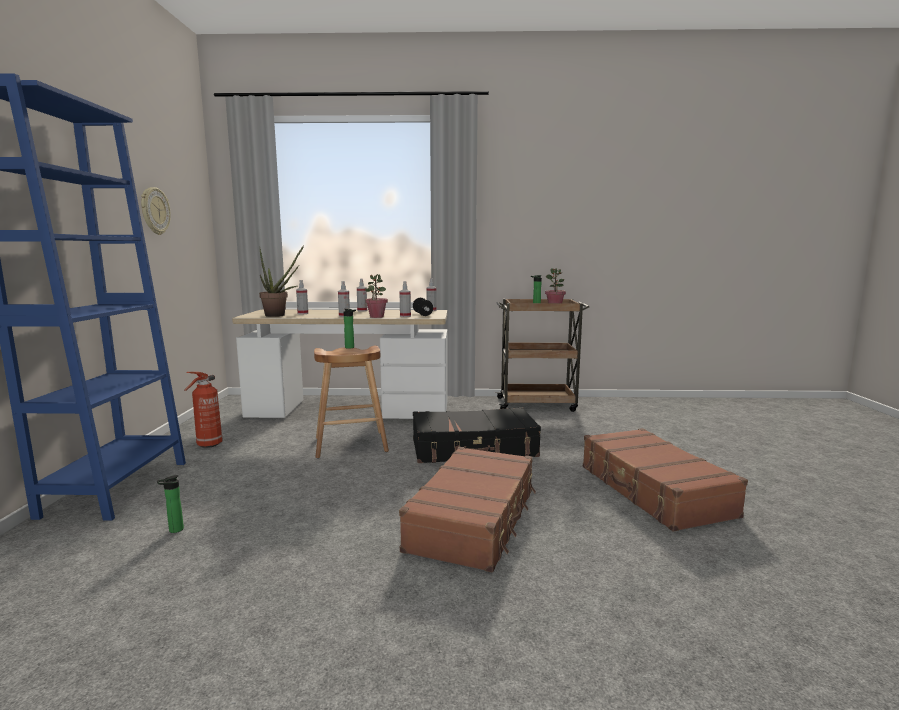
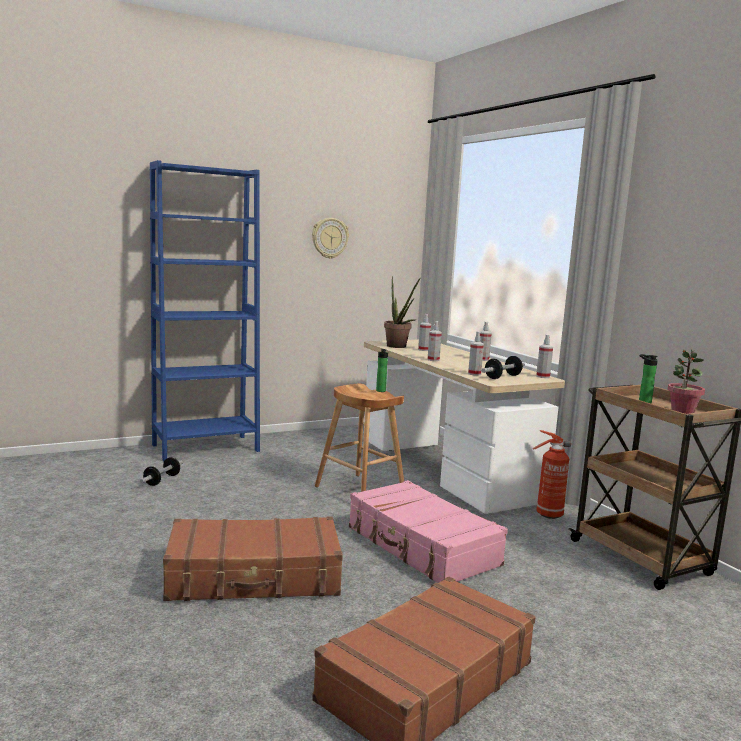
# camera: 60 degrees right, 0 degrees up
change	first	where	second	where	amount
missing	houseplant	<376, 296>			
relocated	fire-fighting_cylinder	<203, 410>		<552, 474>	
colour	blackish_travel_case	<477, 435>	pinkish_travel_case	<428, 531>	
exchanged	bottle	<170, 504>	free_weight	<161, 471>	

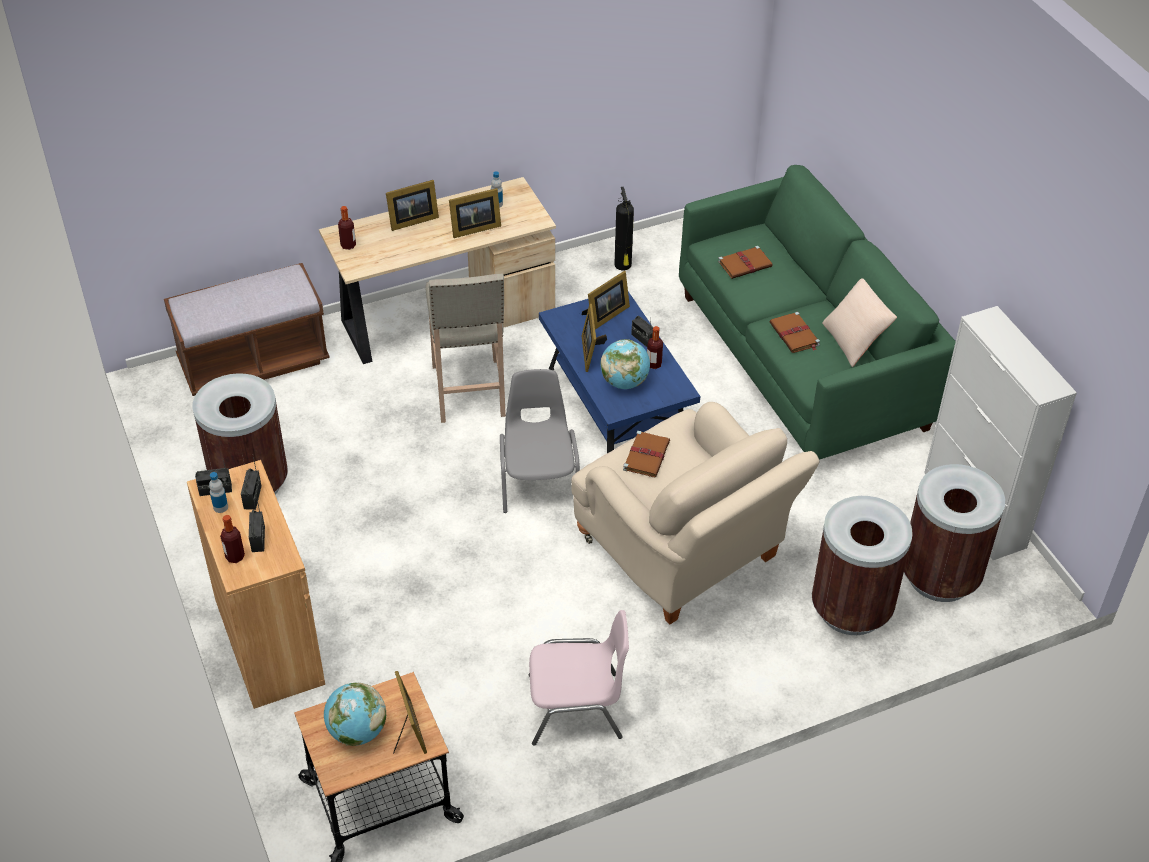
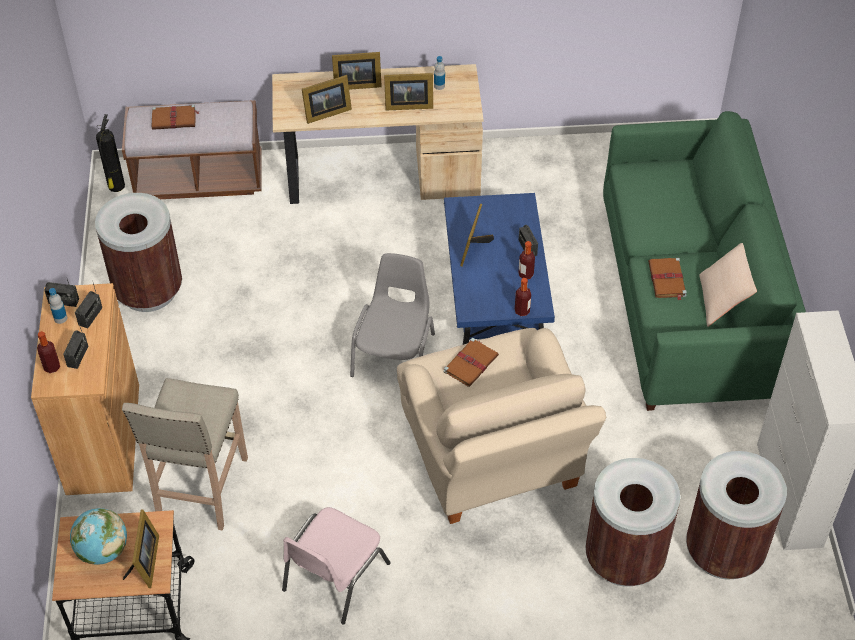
# camera: 20 degrees right, 5 degrees up
change	first	where	second	where	amount
relocated	fire-fighting_cylinder	<624, 228>		<110, 153>	
relocated	bottle	<347, 228>		<523, 297>	
relocated	brownish_book	<745, 262>		<175, 117>	
relocated	photo_frame	<606, 300>		<327, 99>	
relocated	sand-coloured_stool_seat	<465, 348>		<185, 454>	
missing	world_globe	<625, 364>			
spun	pinkish_plain_chair	<579, 678>		<336, 565>	105 degrees clockwise

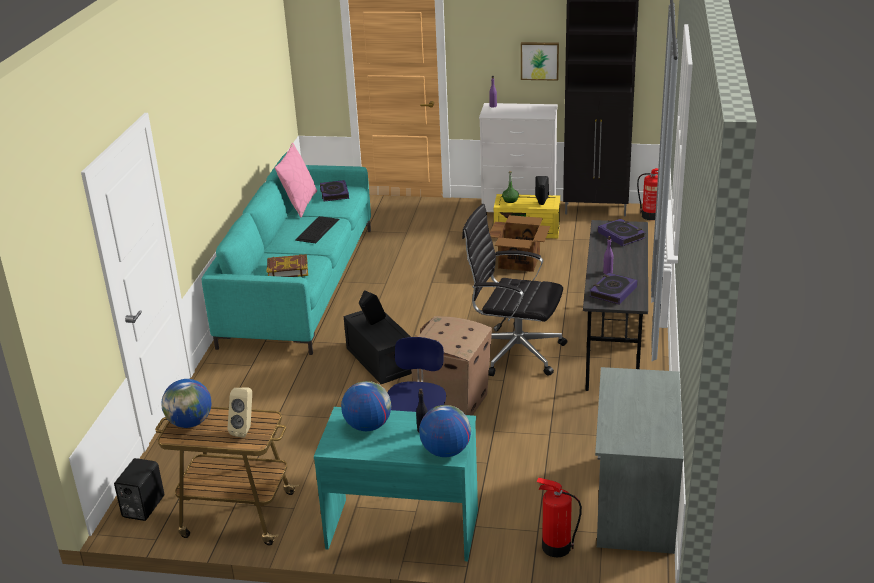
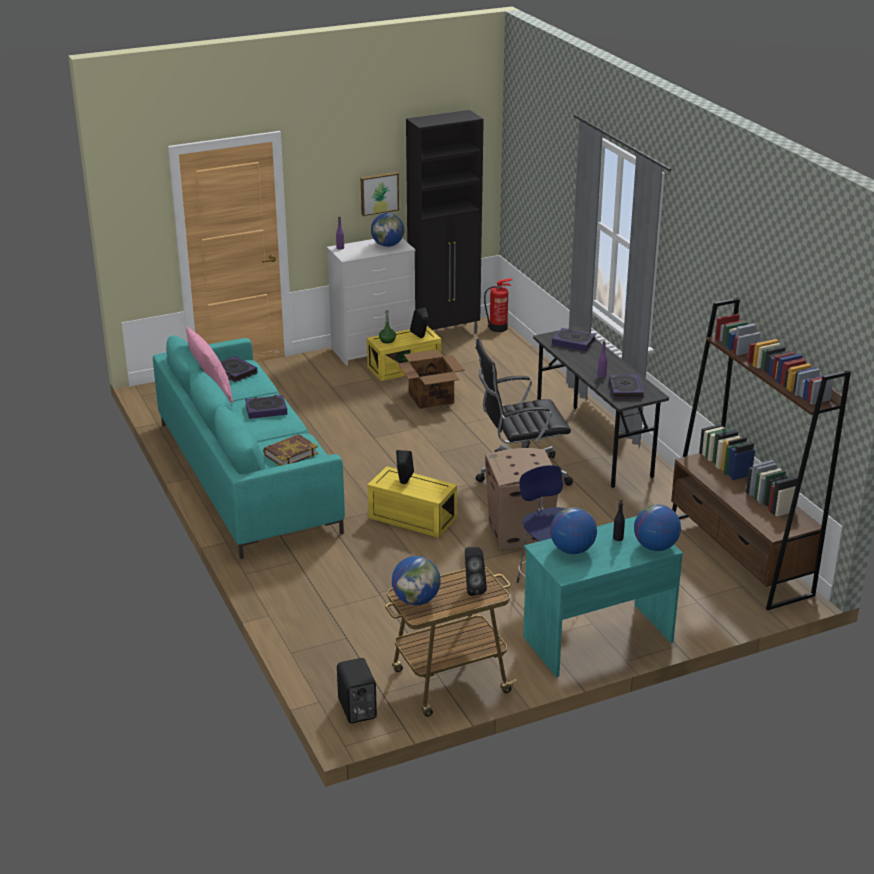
# camera: 35 degrees left, 0 degrees up
change	first	where	second	where	amount
exchanged	keyboard	<317, 229>	book	<266, 407>	
colour	blackish_storage_bin	<378, 347>	yellowish_storage_bin	<412, 502>	
exchanged	grey_desk_unit	<639, 460>	brownish_bookcase	<761, 454>	
colour	sand-coloured_speaker	<239, 412>	blackish_speaker	<476, 571>	
missing	fire-fighting_cylinder	<559, 517>			
appeared			world_globe	<387, 230>	

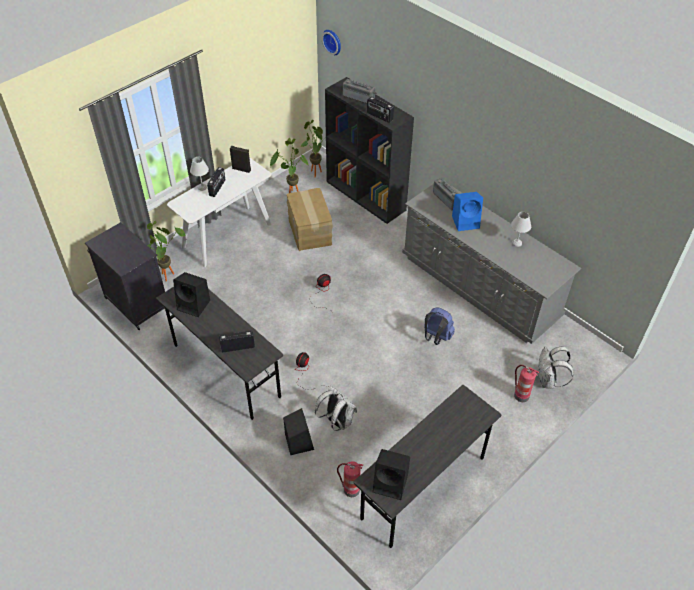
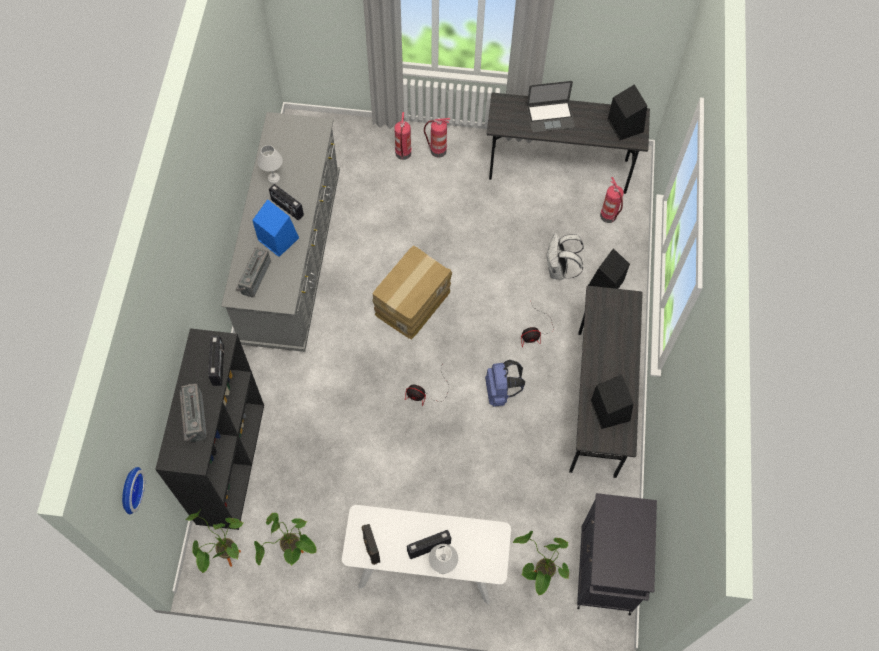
# camera: 130 degrees left, 15 degrees up
change	first	where	second	where	amount
relocated	packing_box	<310, 219>		<412, 292>	
relocated	blue-coloured_knapsack	<439, 326>		<505, 383>	
relocated	radio	<237, 341>		<286, 202>	
missing	white-coloured_knapsack	<556, 368>			
appeared			notebook_computer	<551, 106>	
appeared			fire-fighting_cylinder	<437, 137>	

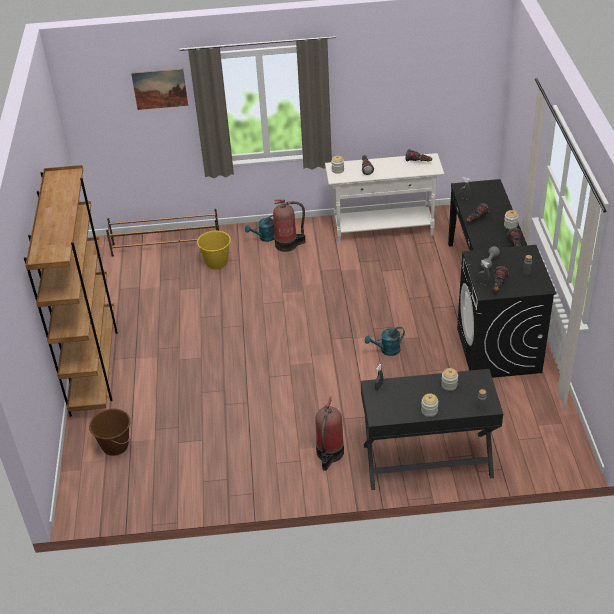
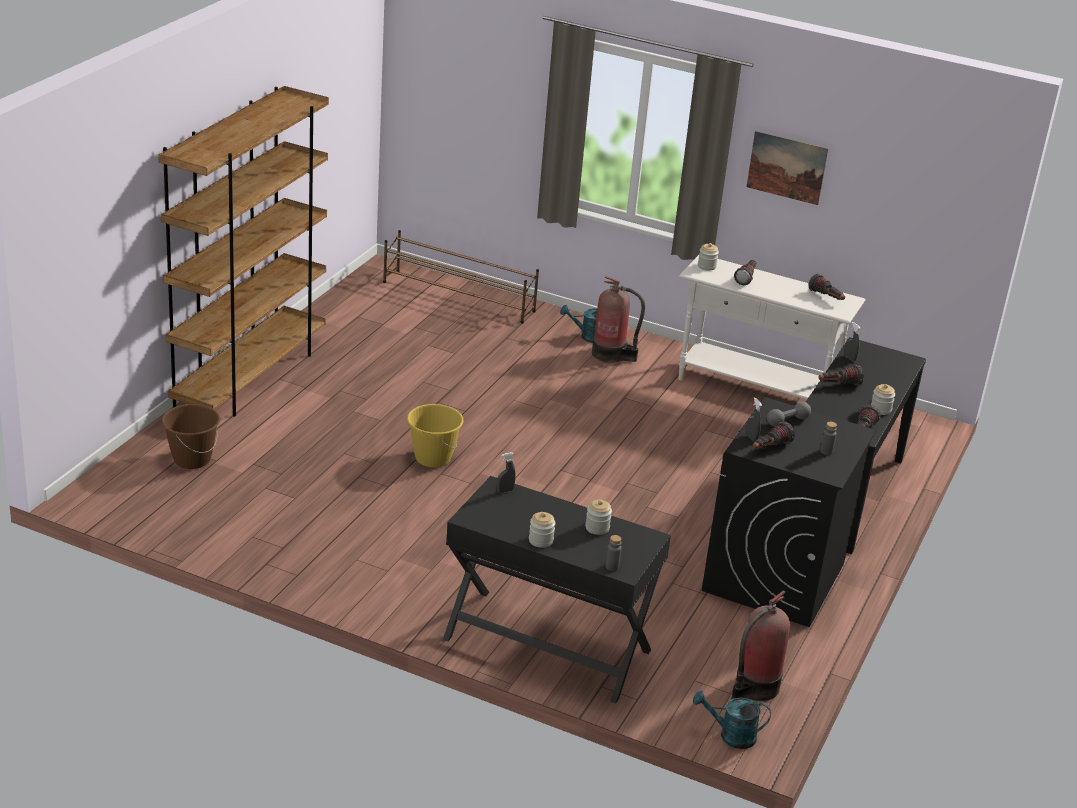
# camera: 25 degrees right, 10 degrees down
change	first	where	second	where	amount
relocated	wall_picture	<159, 89>		<787, 168>	
relocated	yellowish_water_bucket	<214, 250>		<435, 436>	
relocated	turquoise_watering_pot	<385, 341>		<732, 720>	
relocated	fire-fighting_cylinder	<329, 433>		<760, 645>	

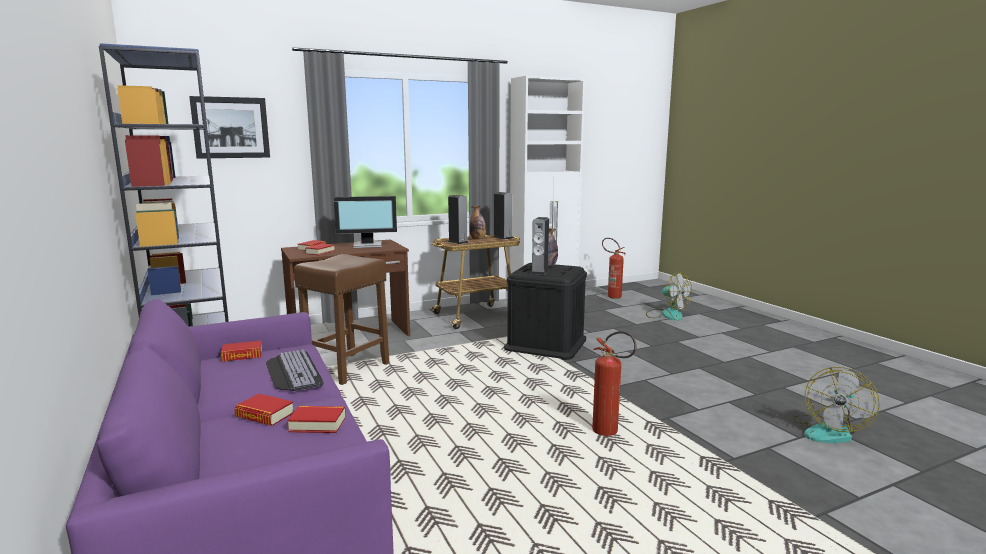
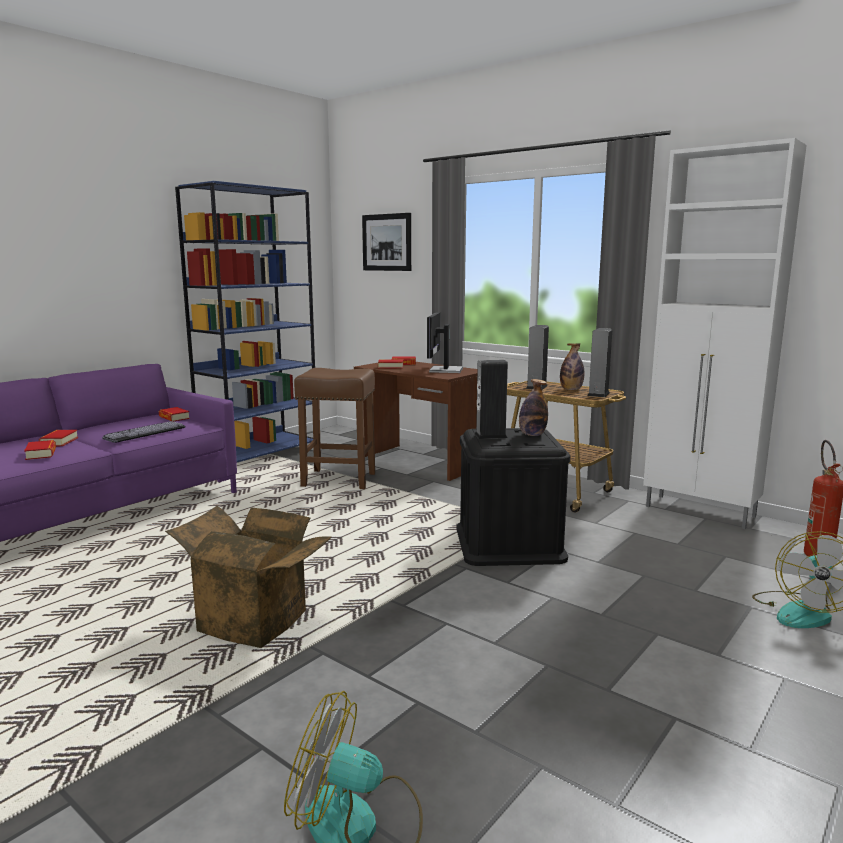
# camera: 65 degrees right, 0 degrees up
change	first	where	second	where	amount
spun	computer_screen	<365, 222>		<445, 342>	45 degrees clockwise
exchanged	fire-fighting_cylinder	<614, 383>	packing_box	<248, 576>	

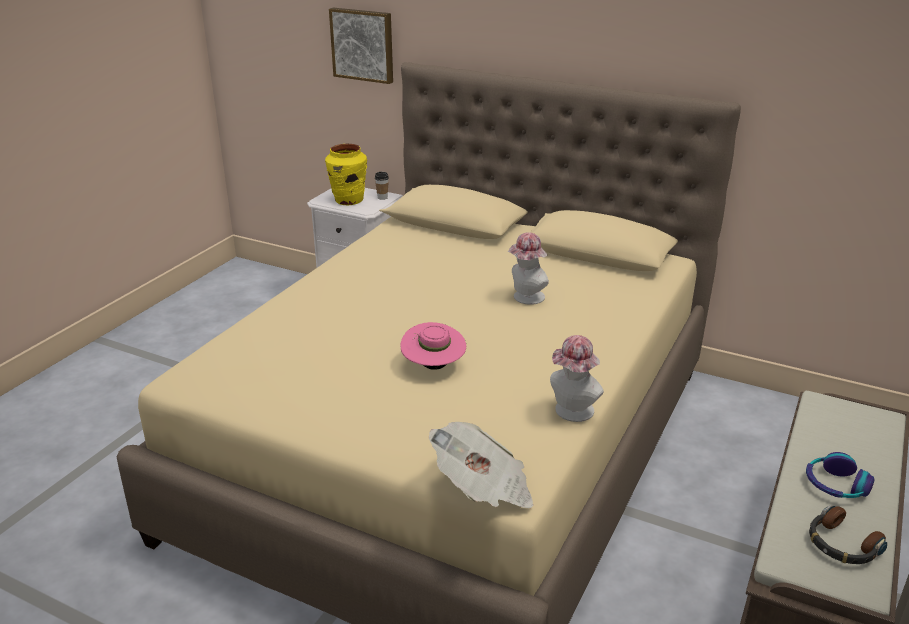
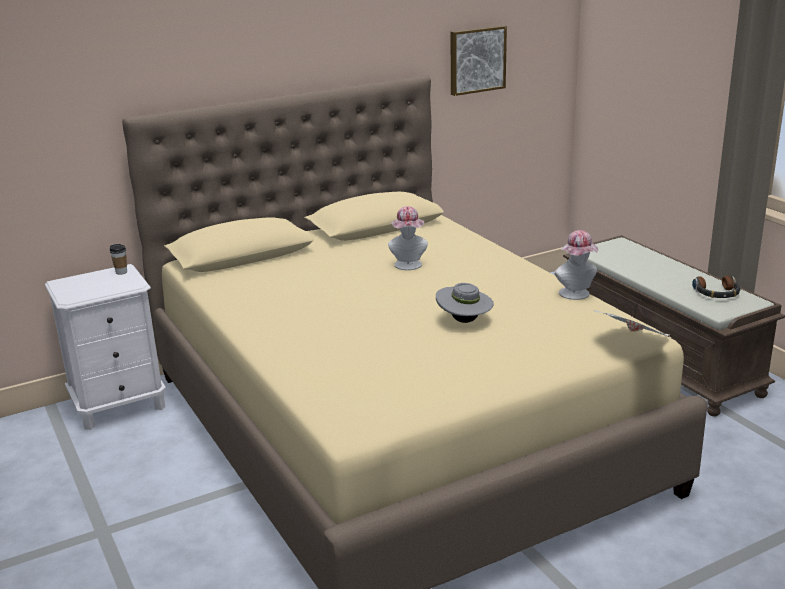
# camera: 55 degrees left, 5 degrees down
change	first	where	second	where	amount
relocated	wall_picture	<361, 46>		<479, 60>	
missing	yellowish_vase	<346, 174>			
colour	pinkish_clothing_hat	<433, 346>	grey_clothing_hat	<465, 303>	
missing	headphones	<840, 475>			

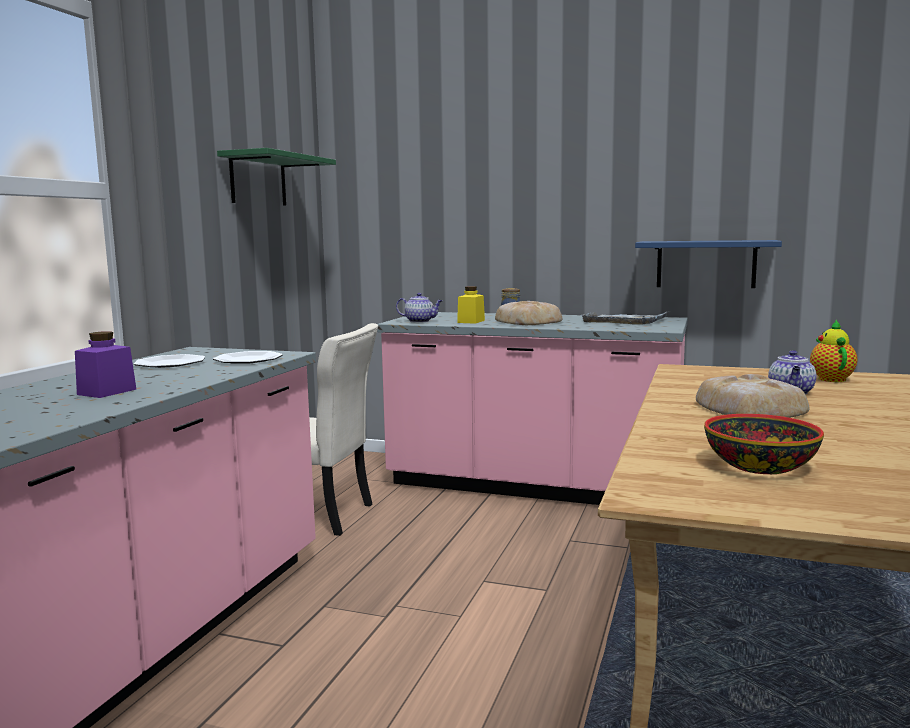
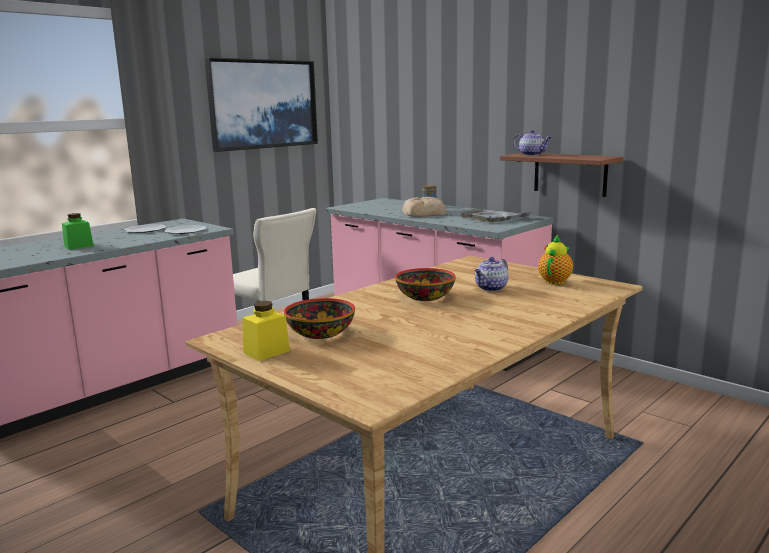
# camera: 25 degrees right, 5 degrees up
change	first	where	second	where	amount
exchanged	green_wall_shelf	<276, 177>	wall_picture	<261, 104>	
colour	blue-coloured_wall_shelf	<708, 264>	brownish_wall_shelf	<562, 175>	
relocated	yellowish_storage_jar	<471, 305>		<266, 331>	
relocated	tea_pot	<419, 308>		<532, 143>	
colour	purple-coloured_storage_jar	<106, 364>	green_storage_jar	<78, 231>	
exchanged	bread	<752, 396>	bowl	<425, 284>	

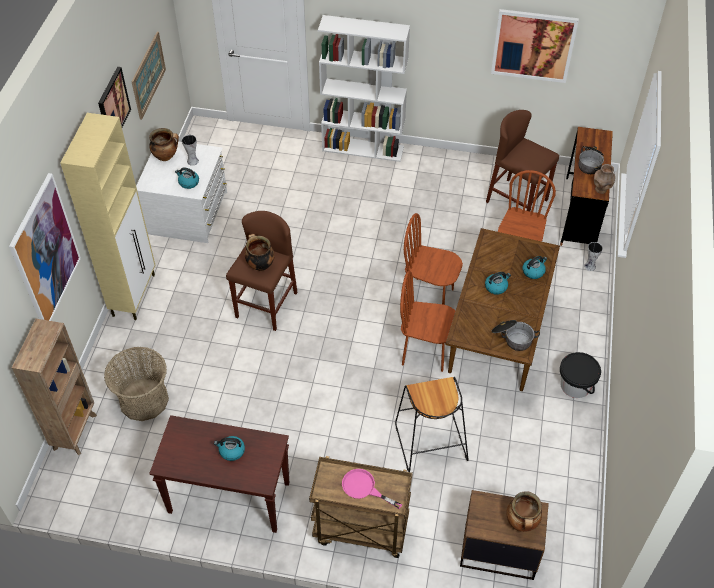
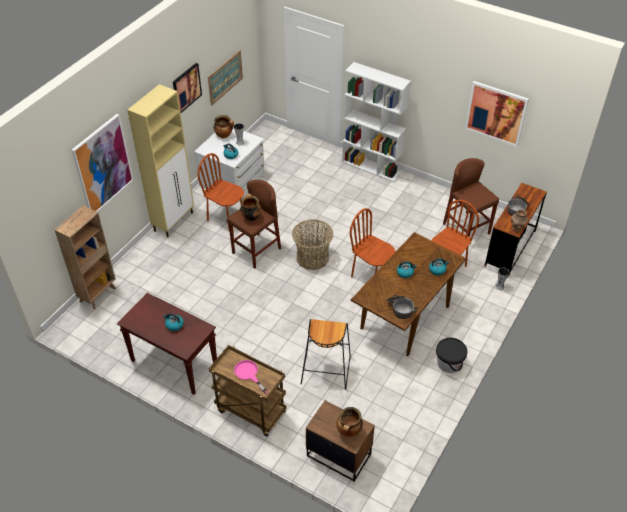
# camera: 20 degrees right, 5 degrees down
change	first	where	second	where	amount
relocated	brownish_plain_chair	<427, 321>		<221, 190>	
relocated	basket	<136, 383>		<312, 244>	

